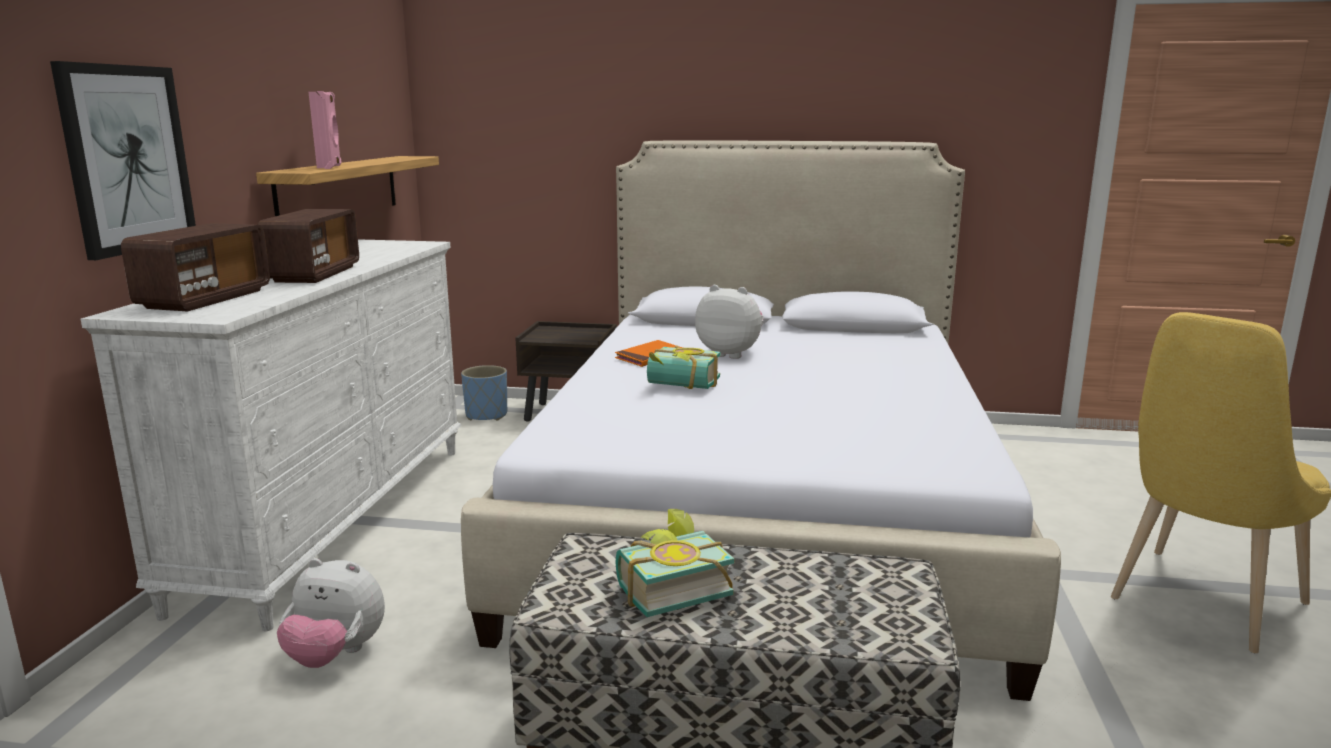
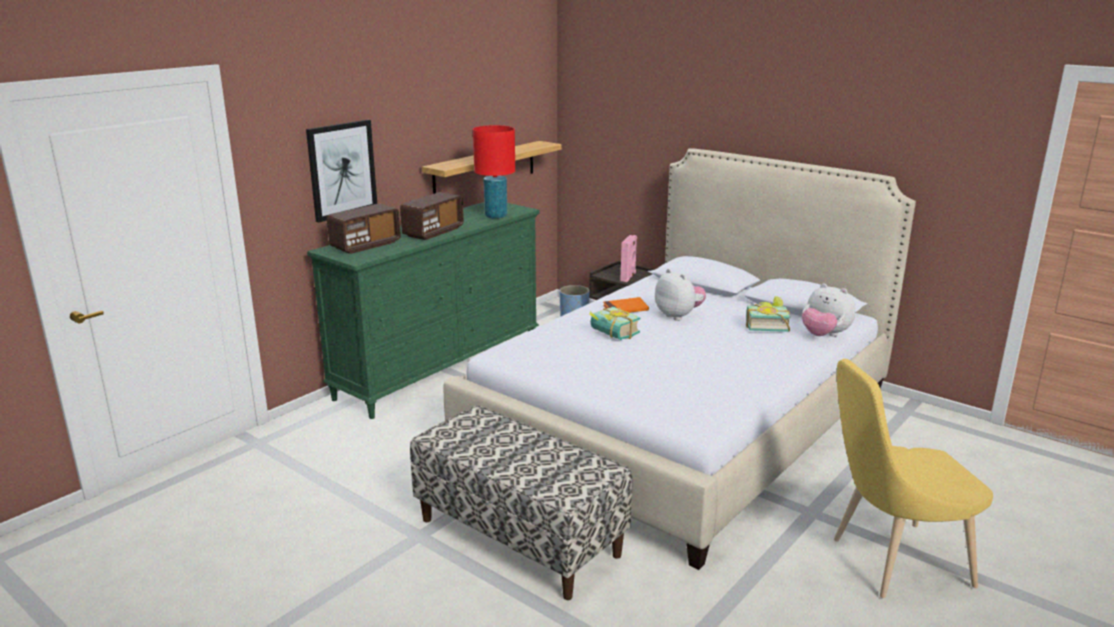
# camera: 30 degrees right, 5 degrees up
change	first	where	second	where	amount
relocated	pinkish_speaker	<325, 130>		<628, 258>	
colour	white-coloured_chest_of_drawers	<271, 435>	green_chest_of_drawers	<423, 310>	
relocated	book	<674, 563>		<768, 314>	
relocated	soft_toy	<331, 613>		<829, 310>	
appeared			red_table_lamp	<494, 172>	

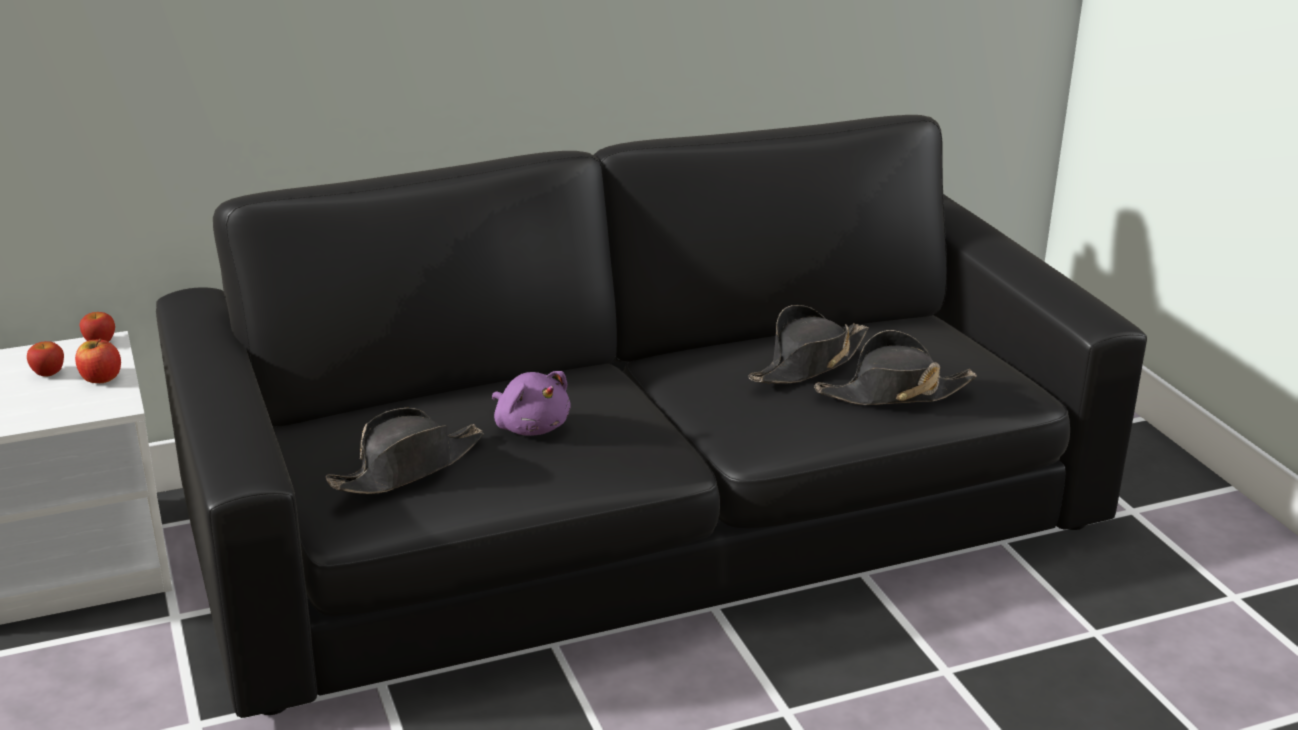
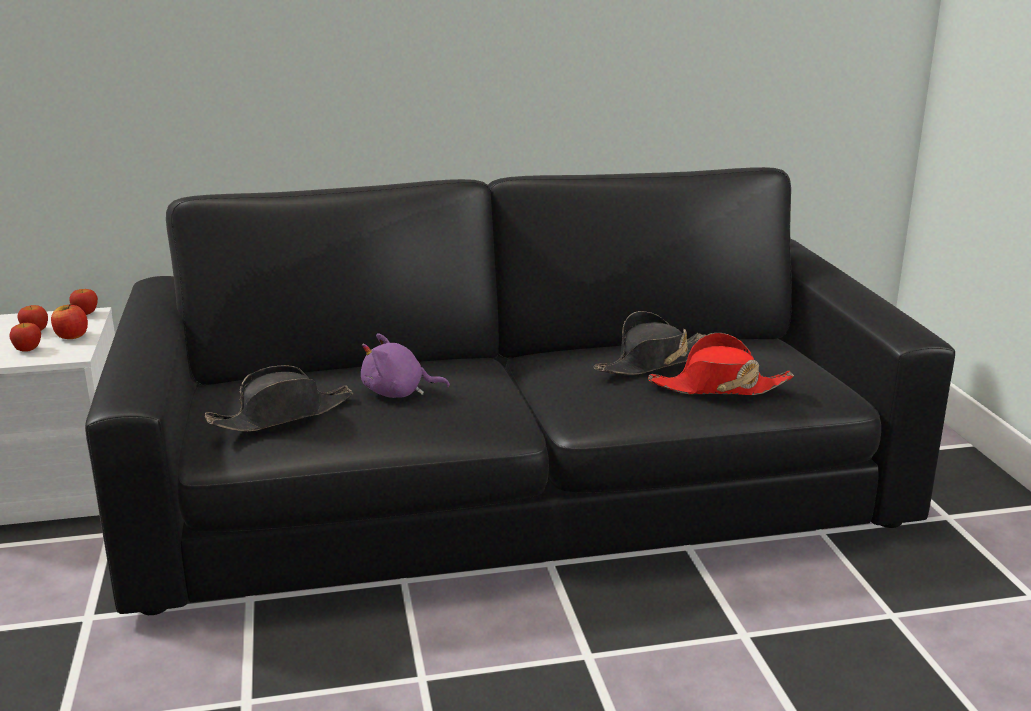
# camera: 10 degrees right, 5 degrees down
change	first	where	second	where	amount
colour	blackish_clothing_hat	<895, 367>	red_clothing_hat	<721, 364>	
spun	purple-coloured_soft_toy	<531, 403>		<405, 365>	120 degrees clockwise
appeared			apple_fruit	<25, 337>	

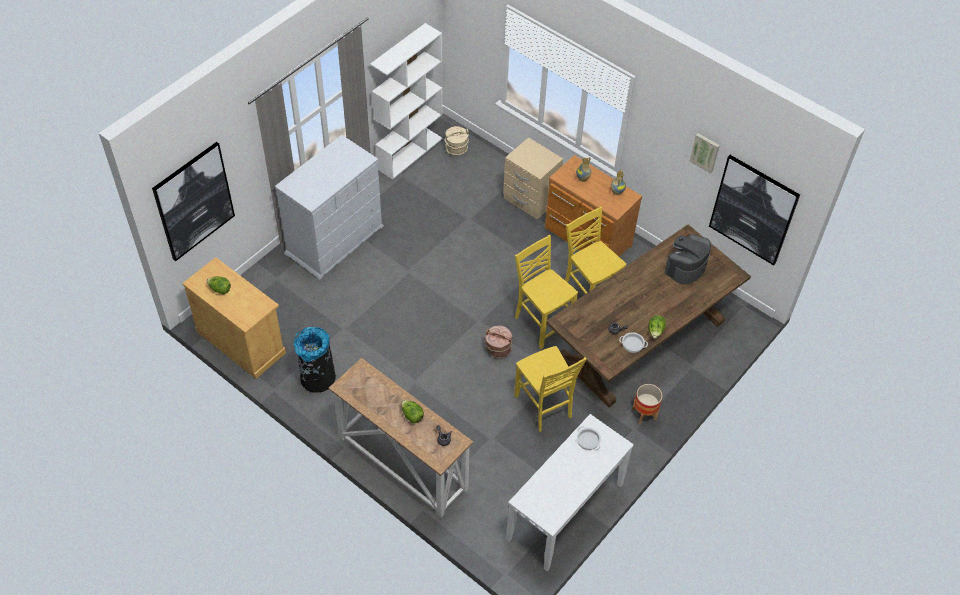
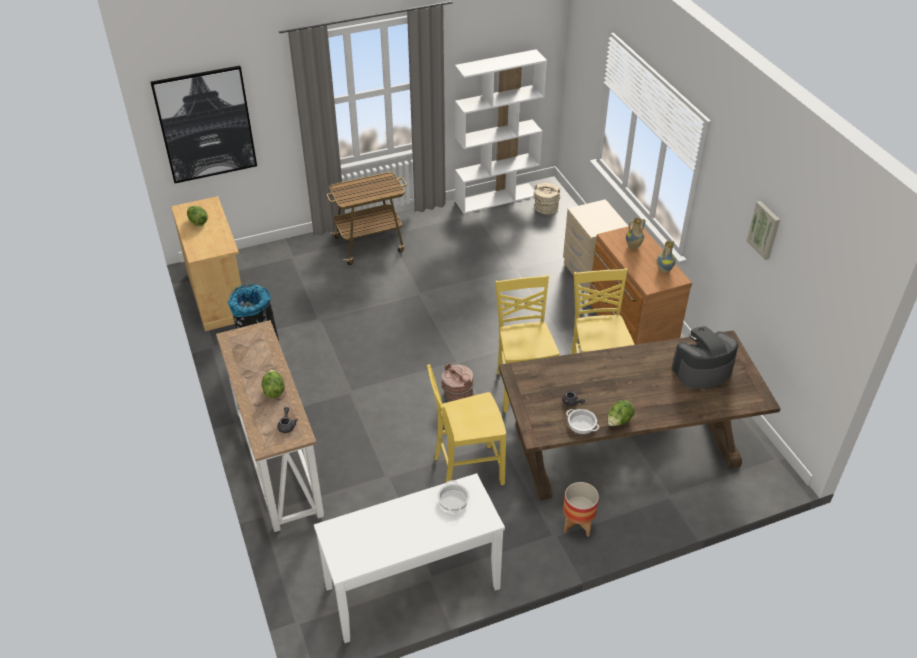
# camera: 30 degrees right, 10 degrees down
change	first	where	second	where	amount
exchanged	white-coloured_chest_of_drawers	<329, 207>	wheeled_cart	<367, 218>	
missing	wall_picture	<754, 210>			
spun	yellowish_plain_chair	<550, 389>		<466, 424>	75 degrees clockwise

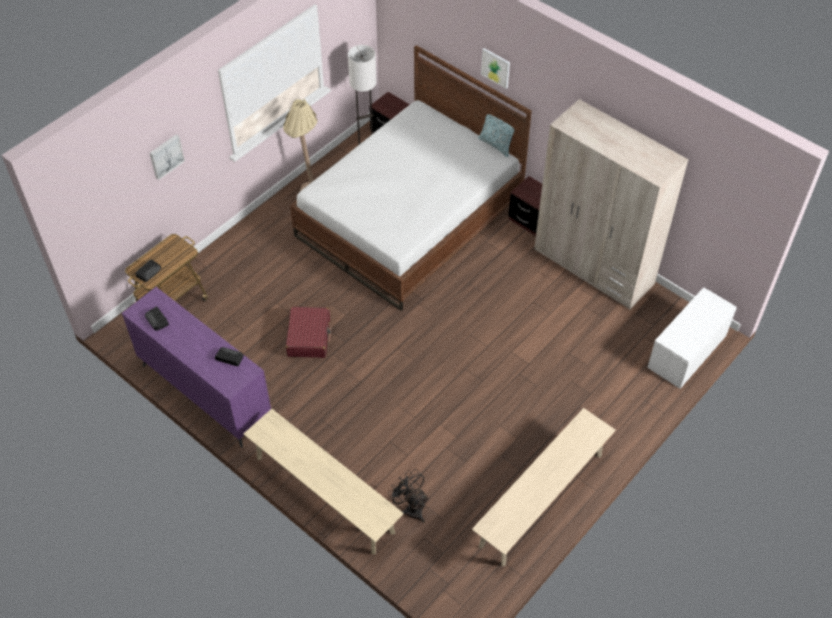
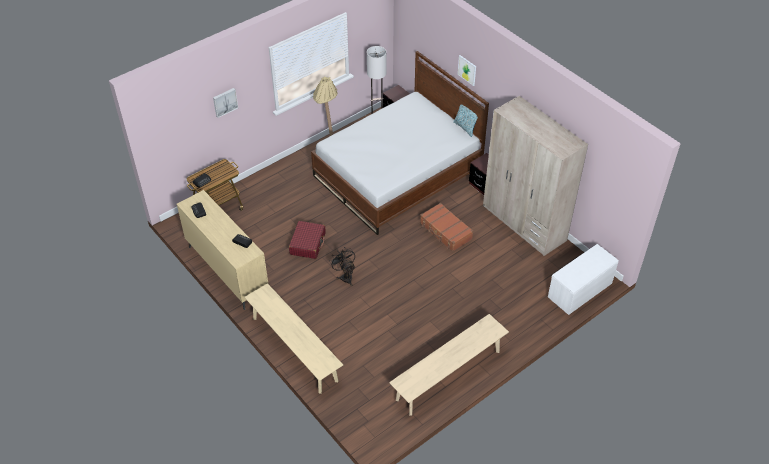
# camera: 10 degrees right, 5 degrees down
change	first	where	second	where	amount
colour	purple-coloured_chest_of_drawers	<196, 367>	sand-coloured_chest_of_drawers	<222, 250>	
relocated	blackish_electric_fan	<408, 496>		<342, 267>	
appeared			brownish_travel_case	<446, 227>	

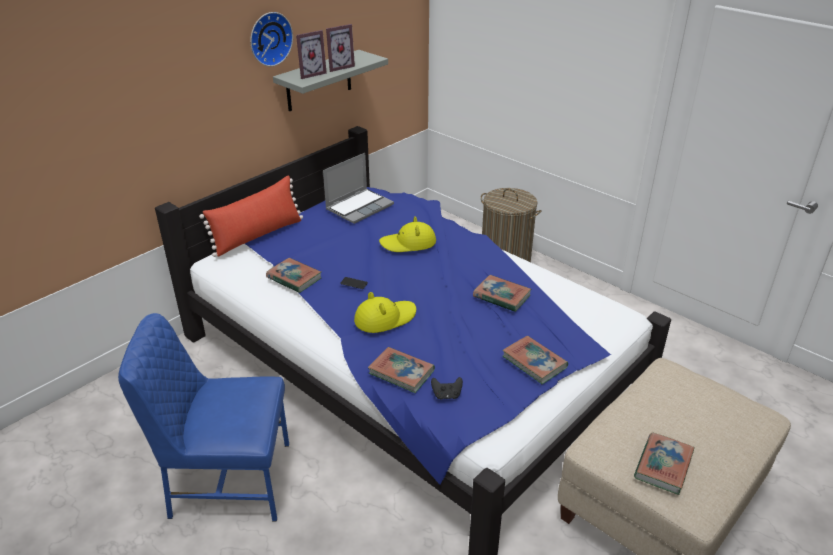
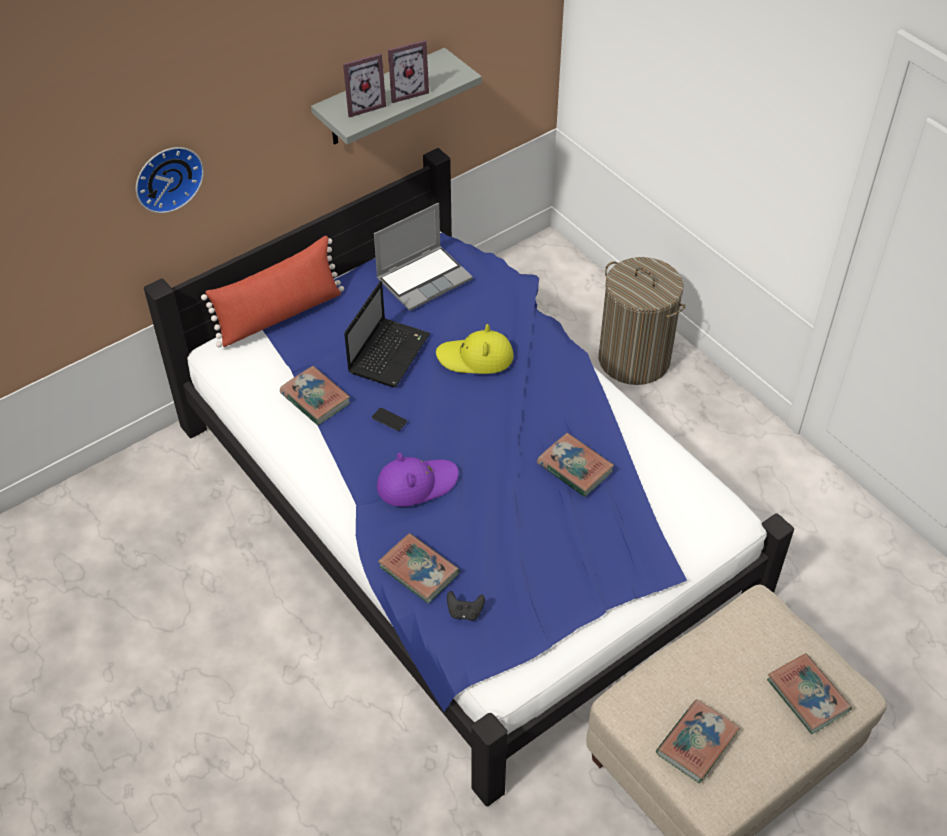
# camera: 10 degrees right, 15 degrees up
change	first	where	second	where	amount
relocated	wall_clock	<271, 39>		<170, 180>	
colour	yellowish_clothing_hat	<385, 312>	purple-coloured_clothing_hat	<418, 480>	
missing	blue-coloured_plain_chair	<203, 417>			
relocated	book	<535, 360>		<809, 693>	
appeared			notebook_computer	<387, 334>	

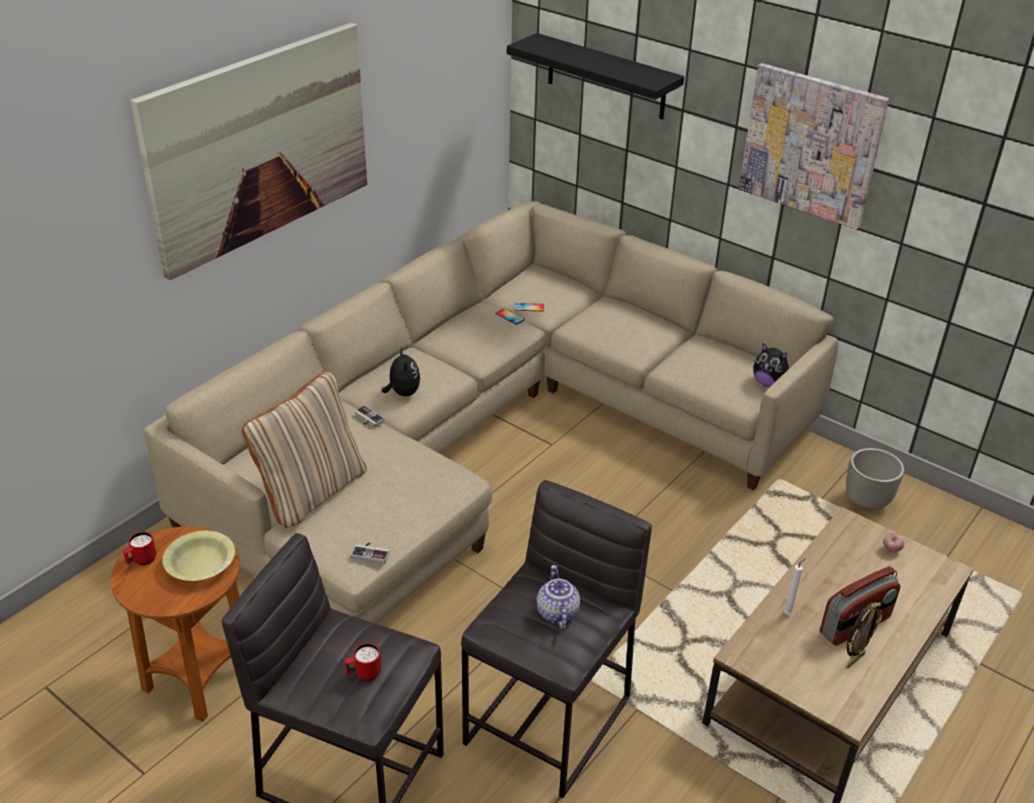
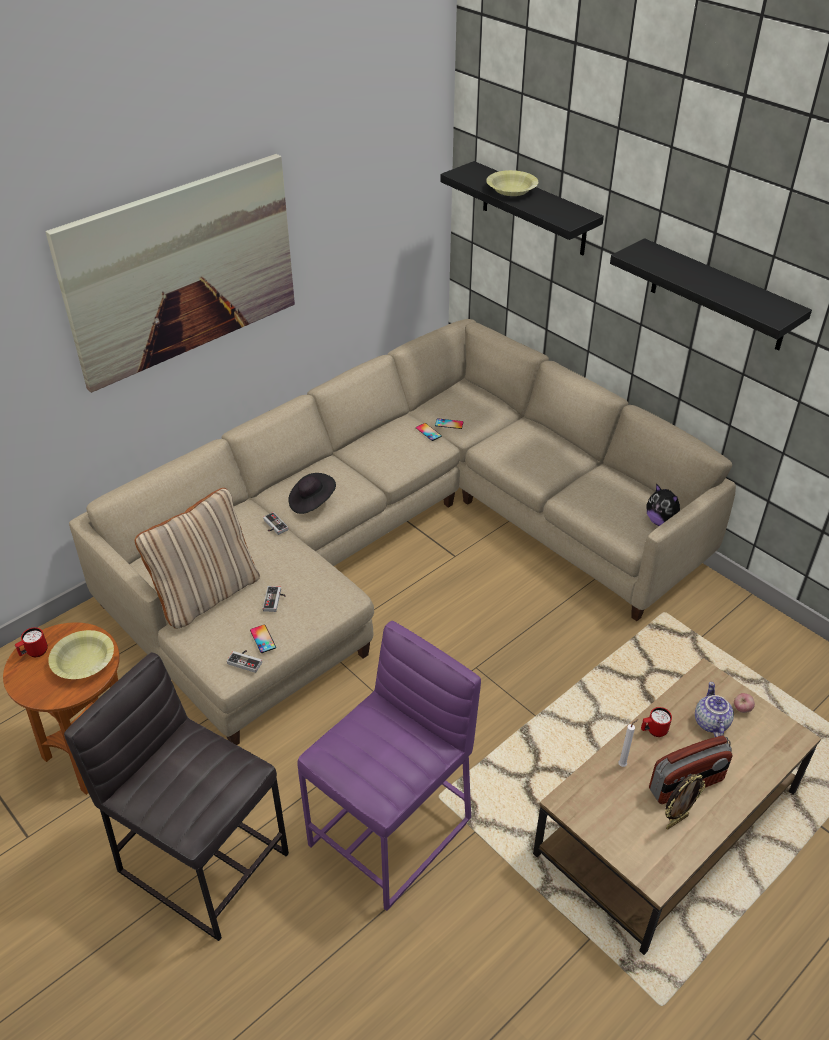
# camera: 10 degrees right, 5 degrees up
change	first	where	second	where	amount
exchanged	wall_picture	<814, 146>	blackish_wall_shelf	<711, 294>	
exchanged	soft_toy	<401, 372>	blackish_clothing_hat	<312, 493>	
missing	plant_pot	<875, 479>			
colour	grey_stool_seat	<556, 639>	purple-coloured_stool_seat	<389, 766>	
relocated	tea_pot	<558, 597>		<714, 709>	
relocated	red_coffee_mug	<363, 662>		<656, 722>	
appeared			yellowish_bowl	<512, 183>	
appeared			game_controller	<274, 599>	
appeared			phone	<263, 638>	

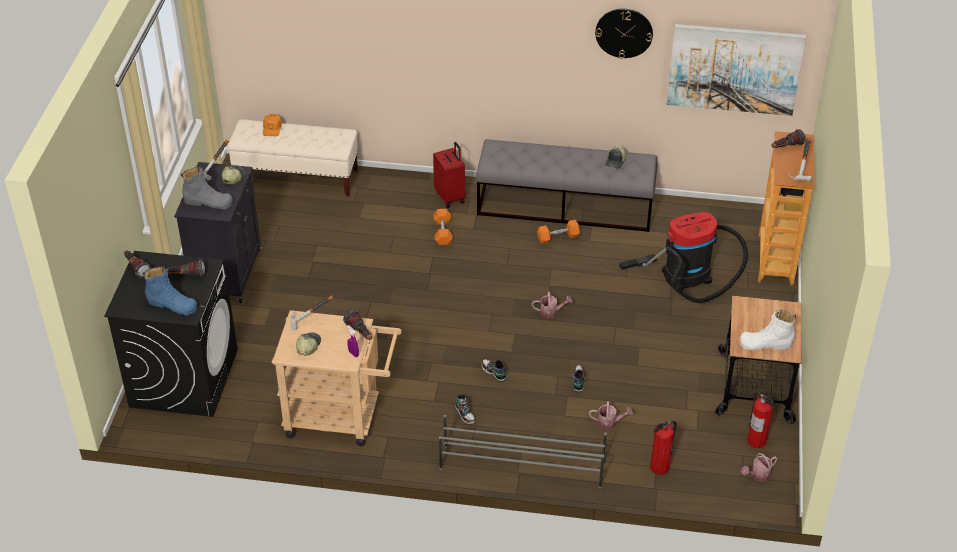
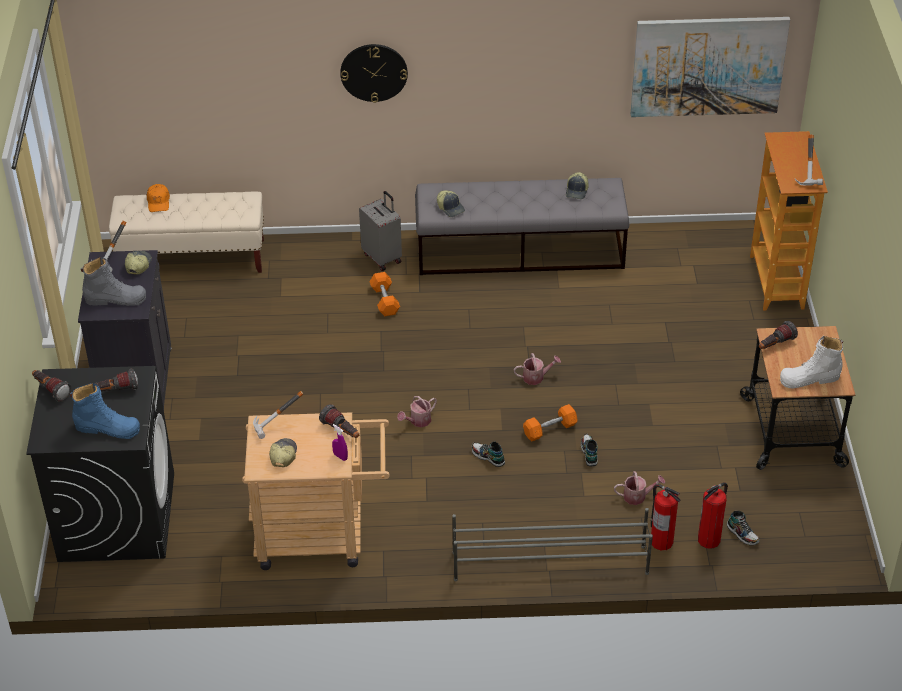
# camera: 10 degrees left, 0 degrees up
change	first	where	second	where	amount
relocated	wall_clock	<624, 34>		<374, 73>	
relocated	flashlight	<788, 138>		<778, 335>	
colour	red_travel_case	<449, 175>	grey_travel_case	<380, 231>	
missing	vacuum	<683, 257>			
relocated	orangey_free_weight	<558, 232>		<550, 423>	
relocated	fire-fighting_cylinder	<761, 420>		<665, 517>	
relocated	item_of_footwear	<465, 409>		<743, 528>	
relocated	watering_pot	<759, 467>		<417, 411>	
appeared			cap	<451, 203>	

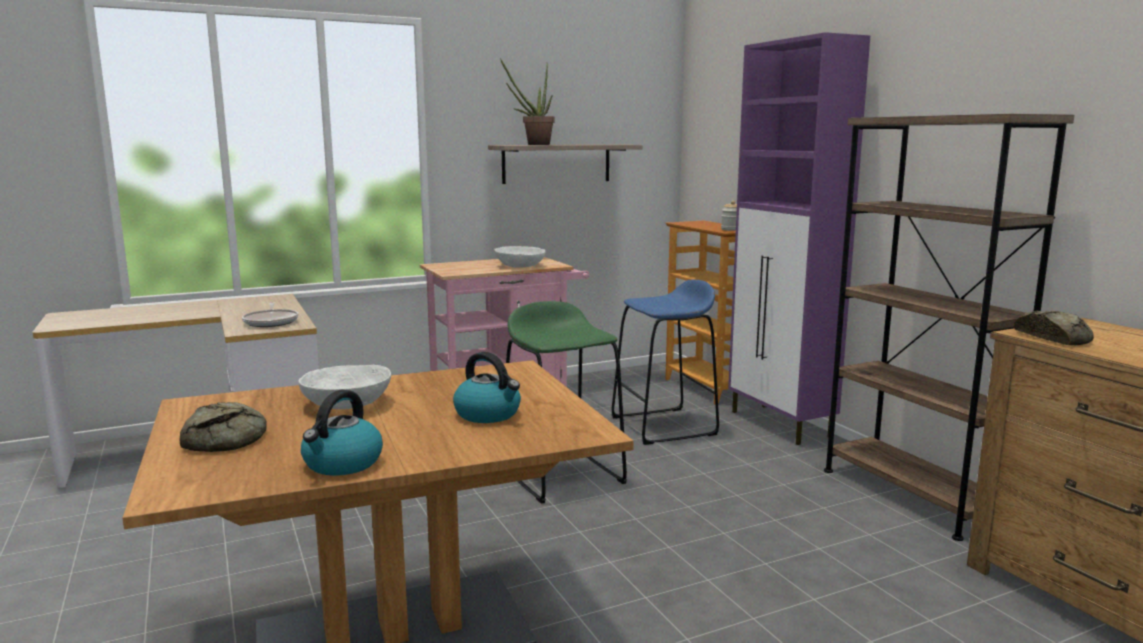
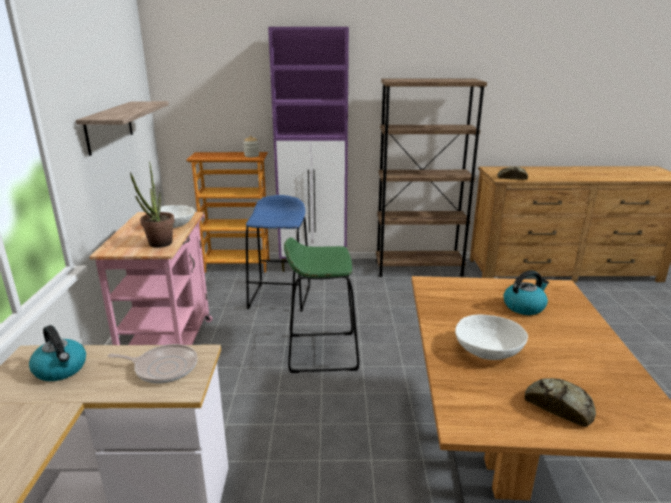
# camera: 65 degrees left, 10 degrees up
change	first	where	second	where	amount
relocated	houseplant	<527, 101>		<152, 204>	
relocated	water_kettle	<342, 433>		<57, 353>	

